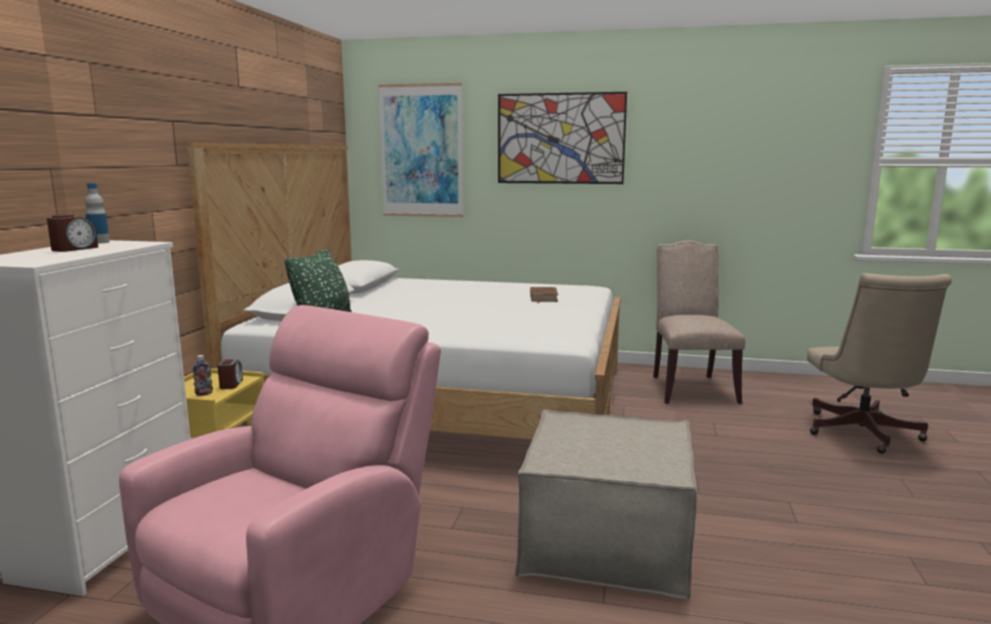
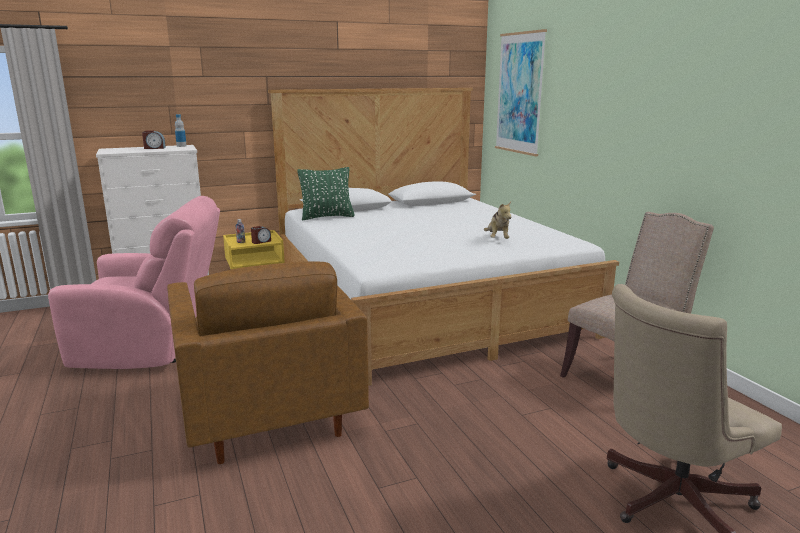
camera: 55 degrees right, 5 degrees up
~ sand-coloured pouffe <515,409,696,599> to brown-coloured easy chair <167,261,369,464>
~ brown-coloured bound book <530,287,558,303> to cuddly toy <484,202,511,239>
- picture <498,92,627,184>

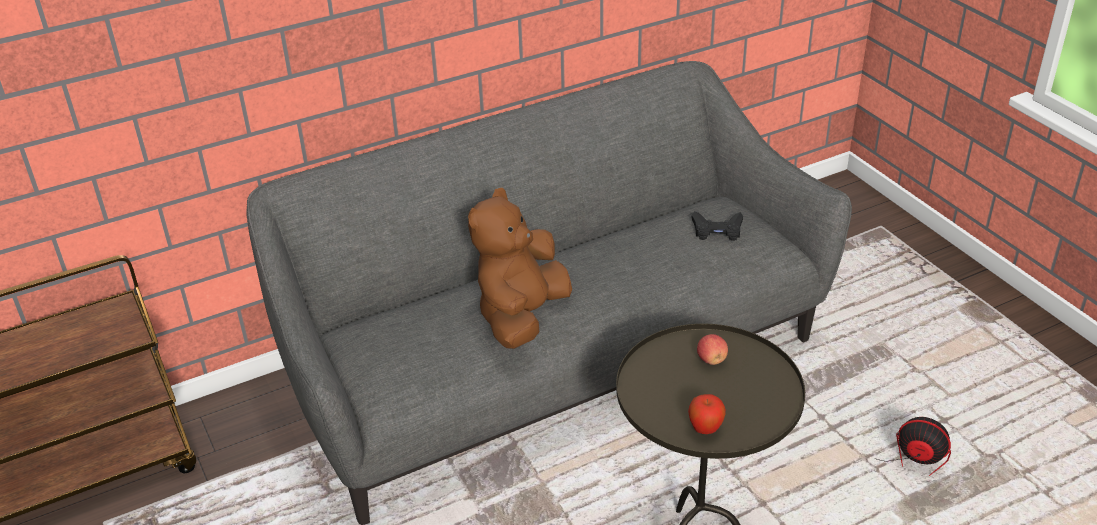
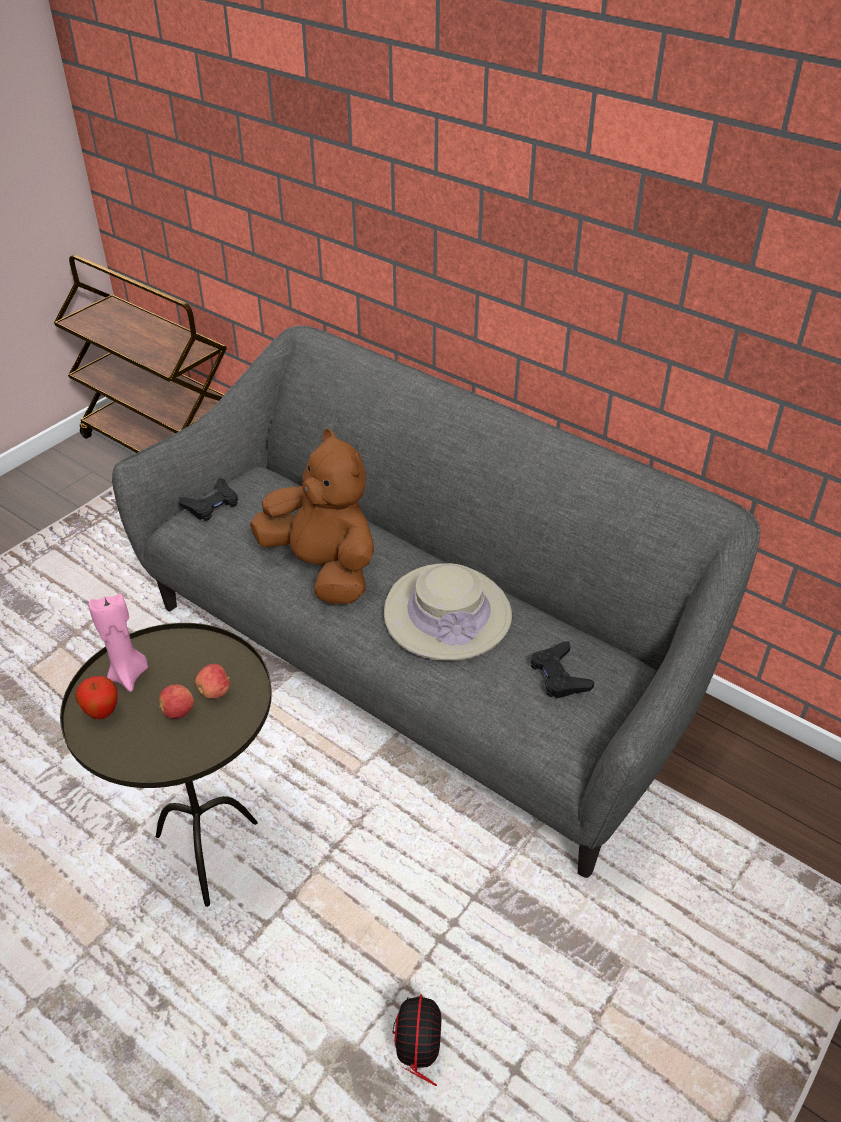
camera: 65 degrees right, 5 degrees up
+ pink-coloured wax candle <89,594,148,692>
+ apple <159,685,194,719>
+ black game controller <179,478,238,521>
~ brown-coloured cuddly toy <468,188,572,349> = <250,429,374,604> 45 degrees clockwise
+ sand-coloured hat <384,563,512,661>

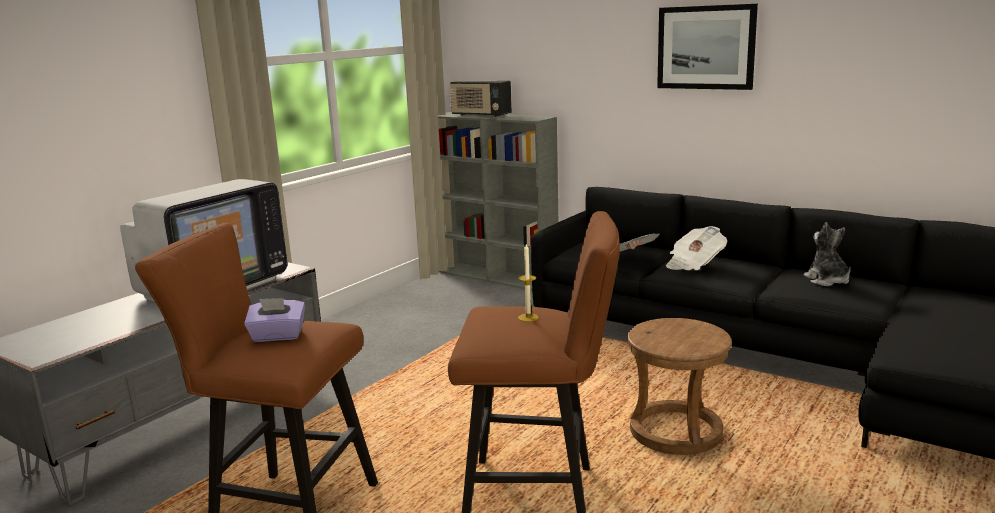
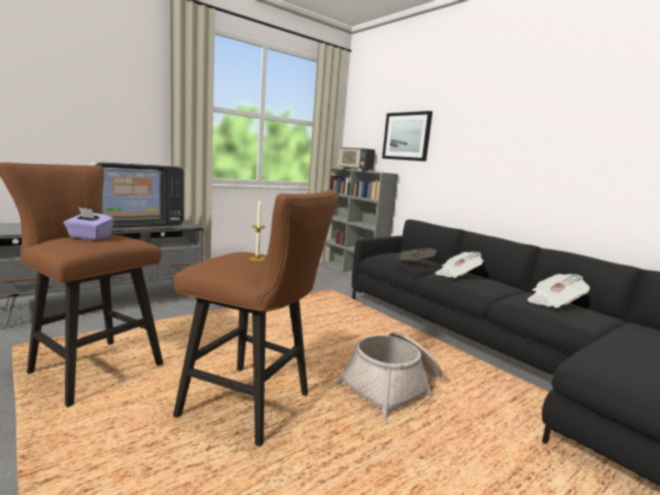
camera: 15 degrees right, 5 degrees down
~ brown-coloured stool <627,318,732,455> to storage basket <336,332,442,420>
~ picture <657,4,758,90> to <382,111,433,161>
~ cuddly toy <803,222,851,286> to newspaper <527,274,590,308>

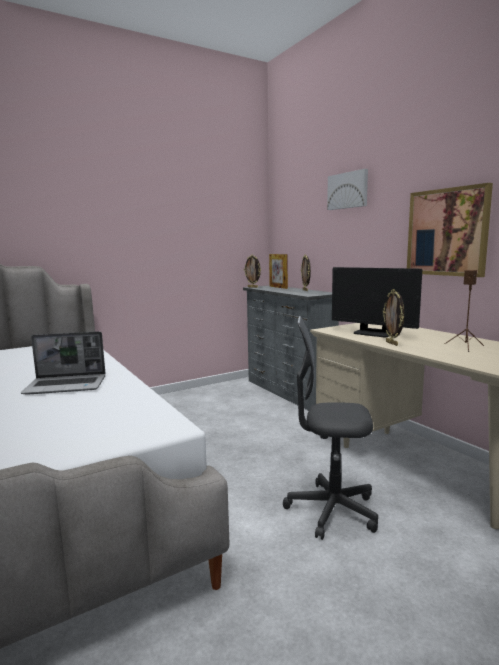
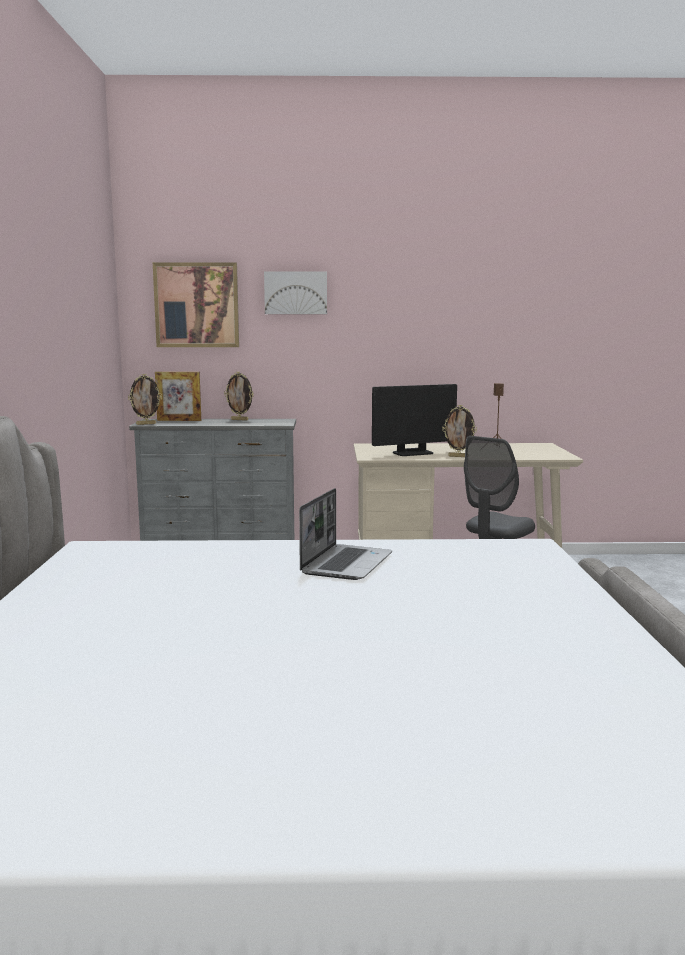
camera: 60 degrees left, 0 degrees up
~ picture <407,183,493,277> to <153,262,239,347>

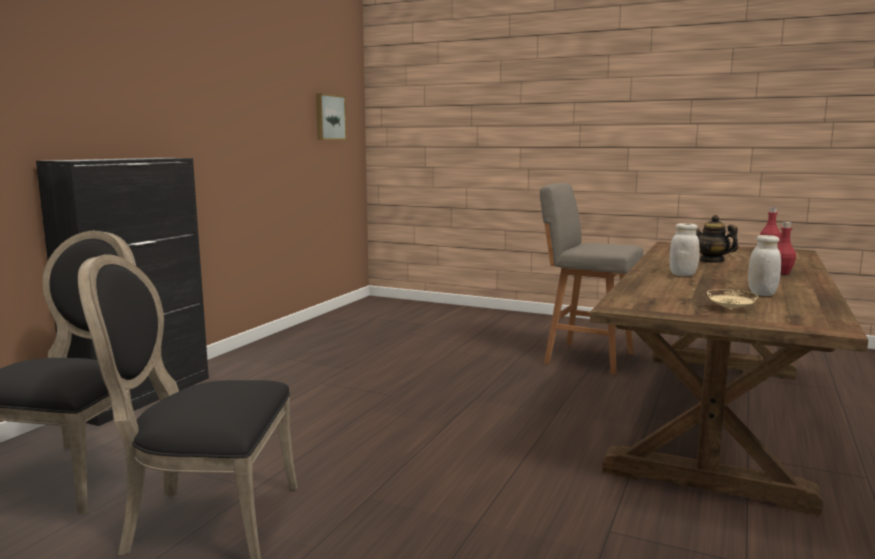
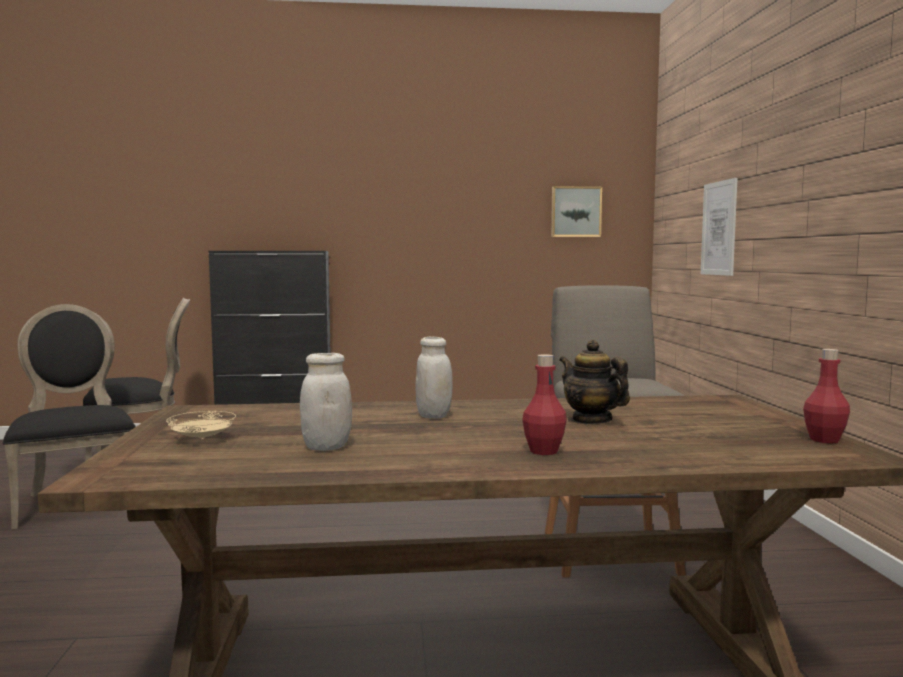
camera: 60 degrees right, 5 degrees down
~ tea pot <696,215,739,263> = <559,340,630,425> 60 degrees counterclockwise
+ picture <701,178,738,276>

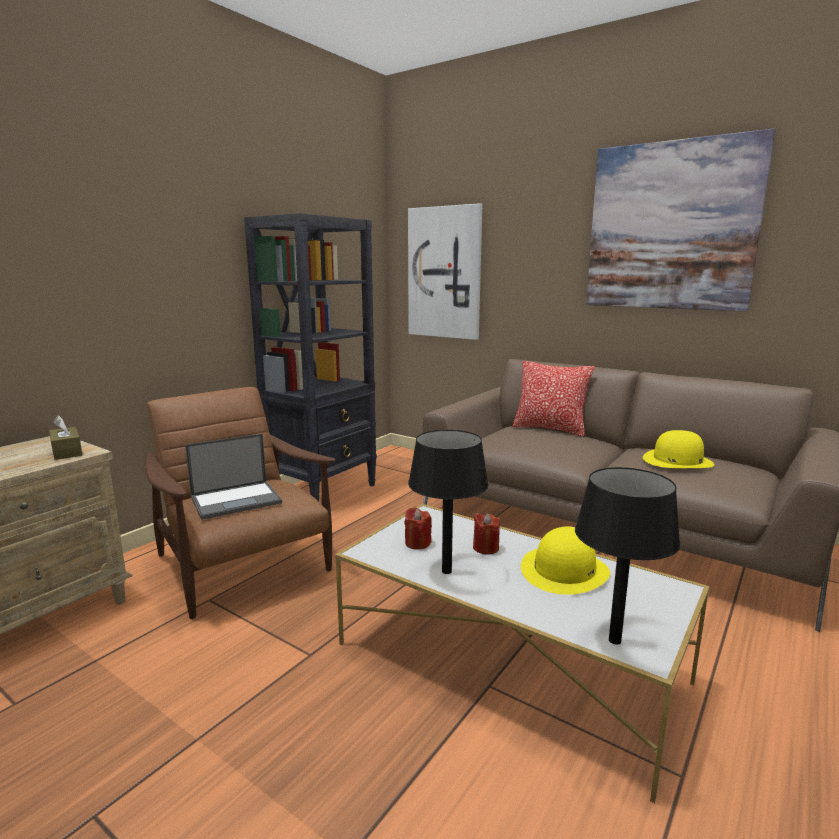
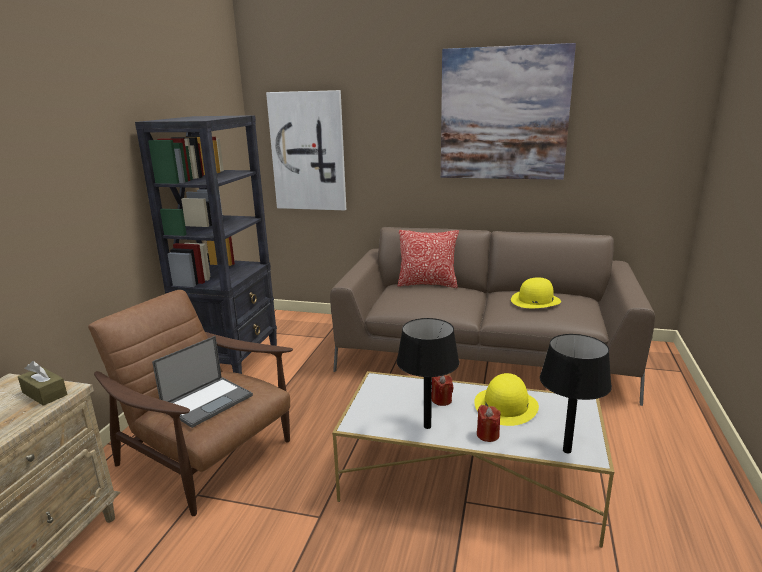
camera: 20 degrees left, 5 degrees up
~ reddish wax candle <404,507,432,550> to <477,405,500,442>

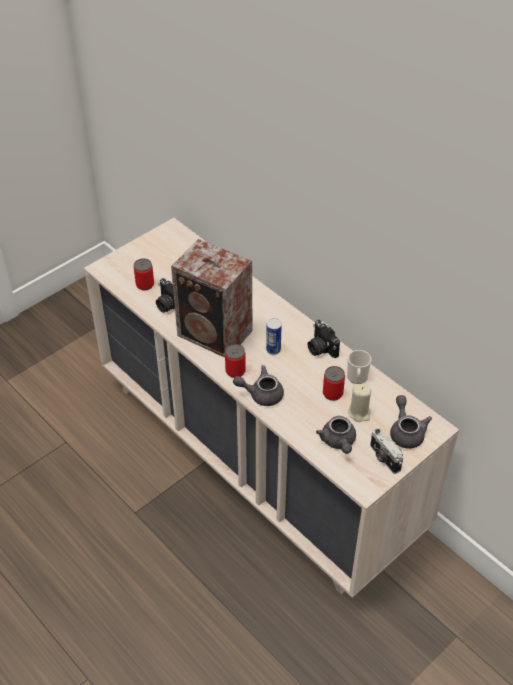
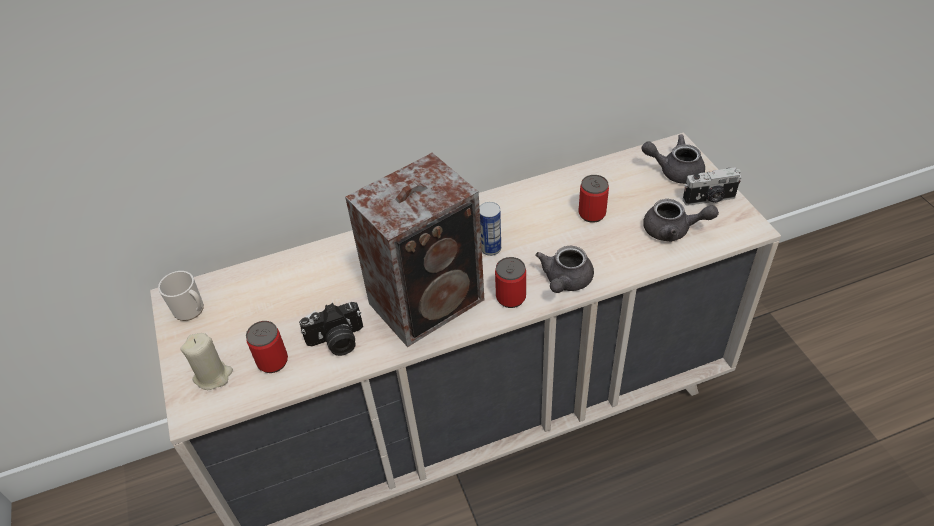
camera: 65 degrees left, 0 degrees up
~ mug <347,350,372,384> to <158,271,204,321>
~ sand-coloured wax candle <348,383,371,422> to <180,333,233,390>
- still camera <307,320,340,358>

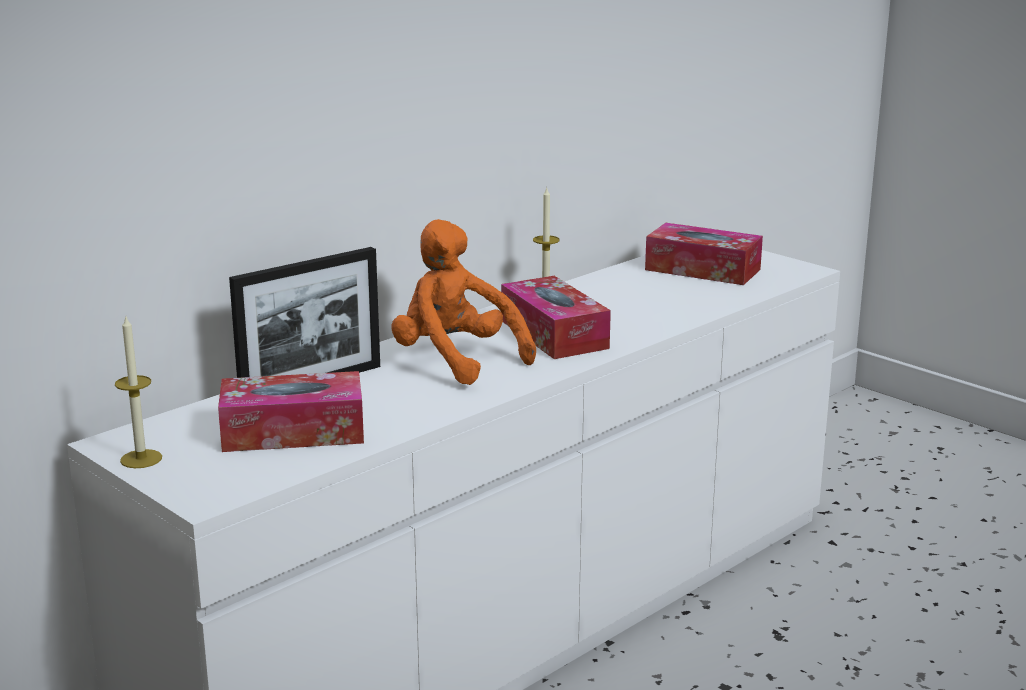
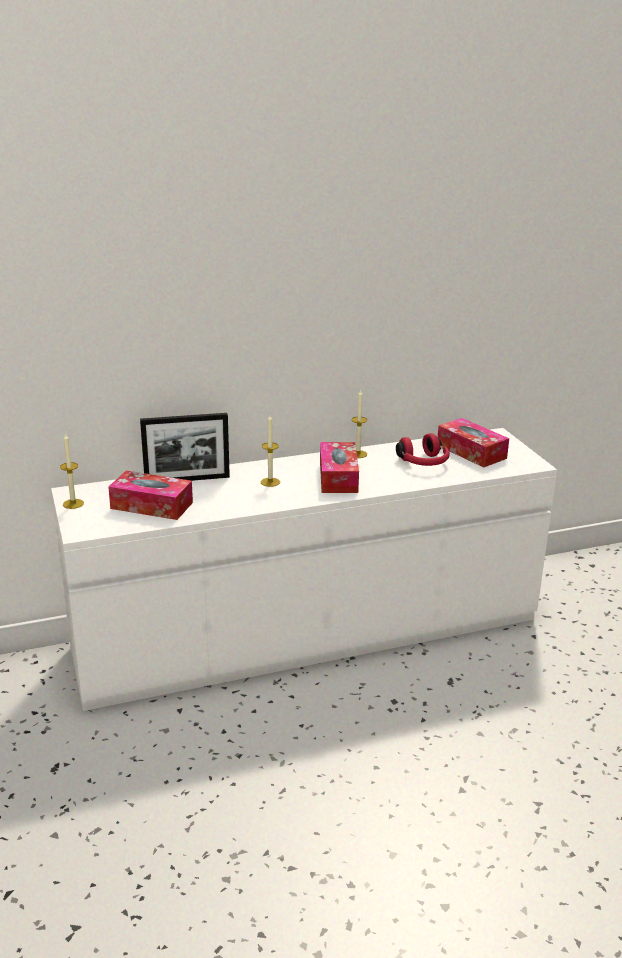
camera: 25 degrees right, 5 degrees up
~ orange-coloured cuddly toy <391,219,536,385> to wax candle <261,415,280,487>
+ reddish headset <396,433,450,466>

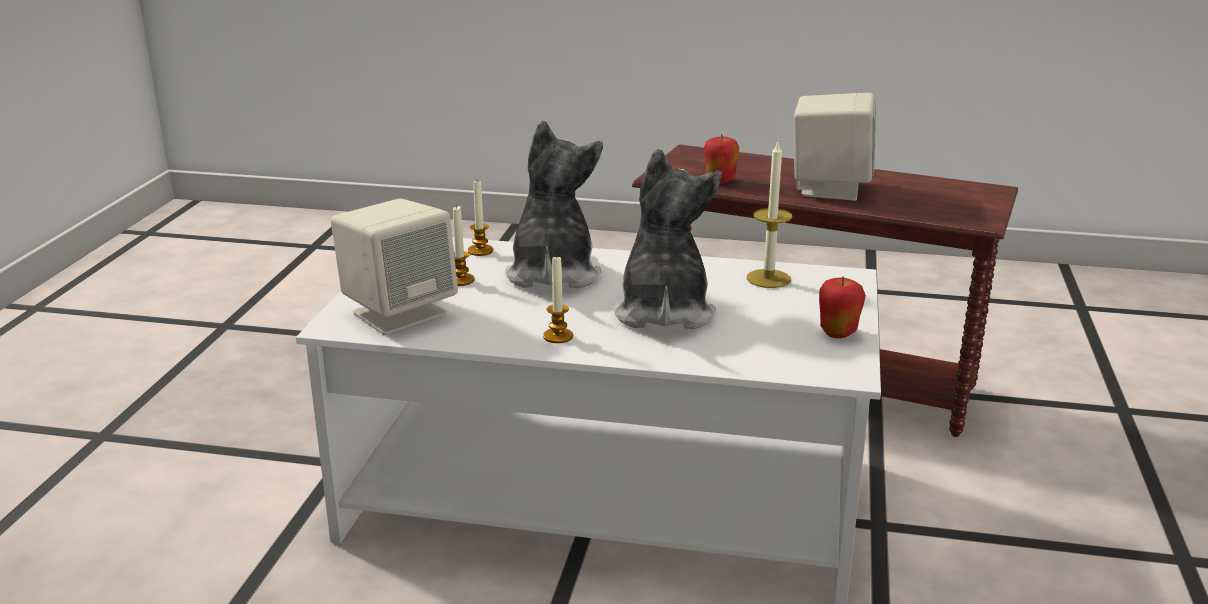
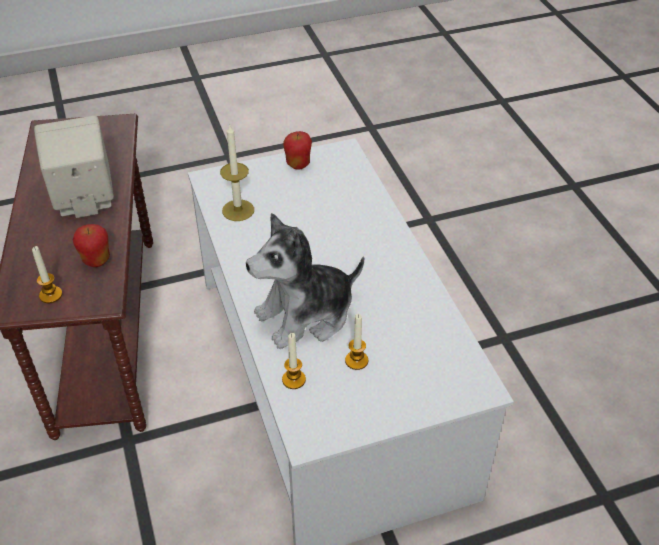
camera: 120 degrees left, 20 degrees up
~ wax candle <543,254,573,343> to <32,246,62,303>
- sand-coloured speaker <331,199,458,335>
- cuddly toy <612,149,722,329>

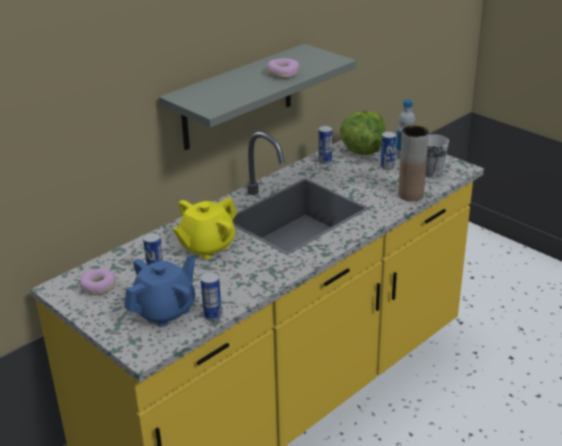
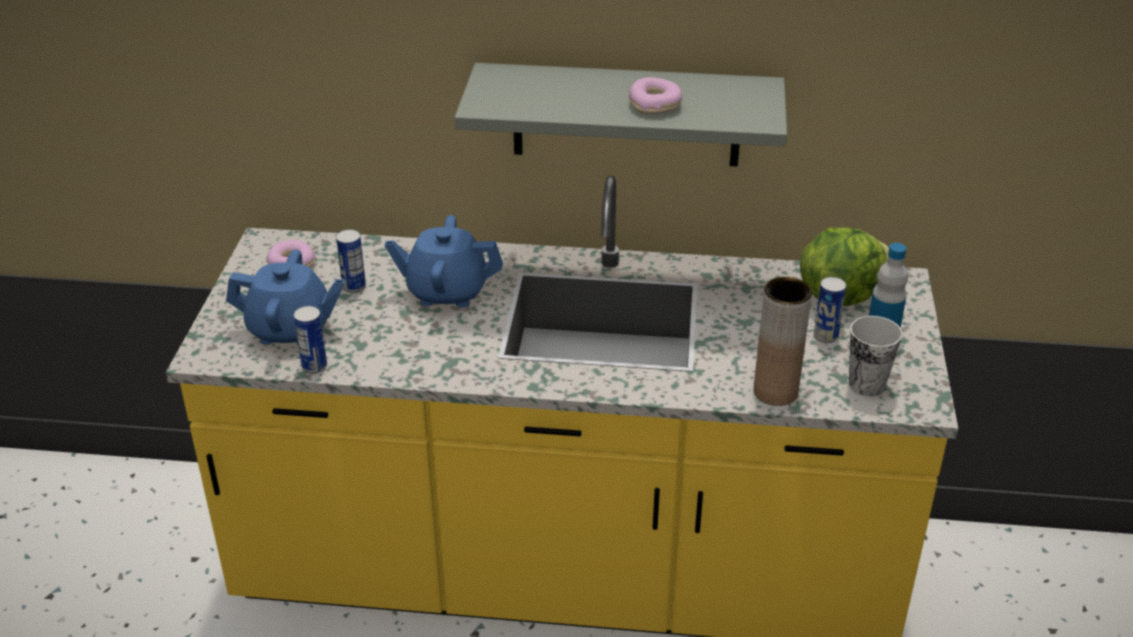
camera: 50 degrees right, 5 degrees up
~ yellow tea pot <173,197,237,259> to blue-coloured tea pot <385,215,503,308>
- sealed can <318,126,332,164>

